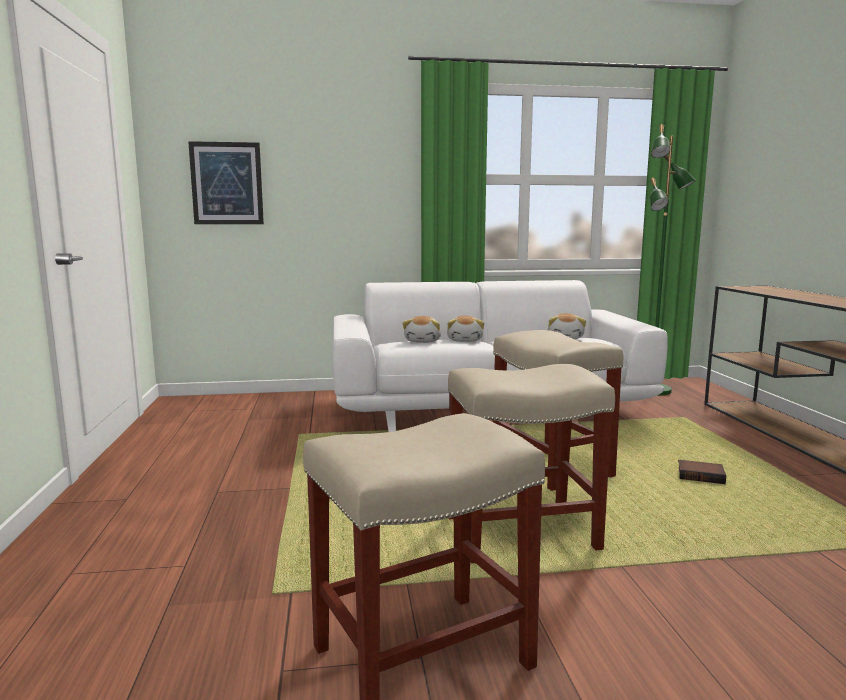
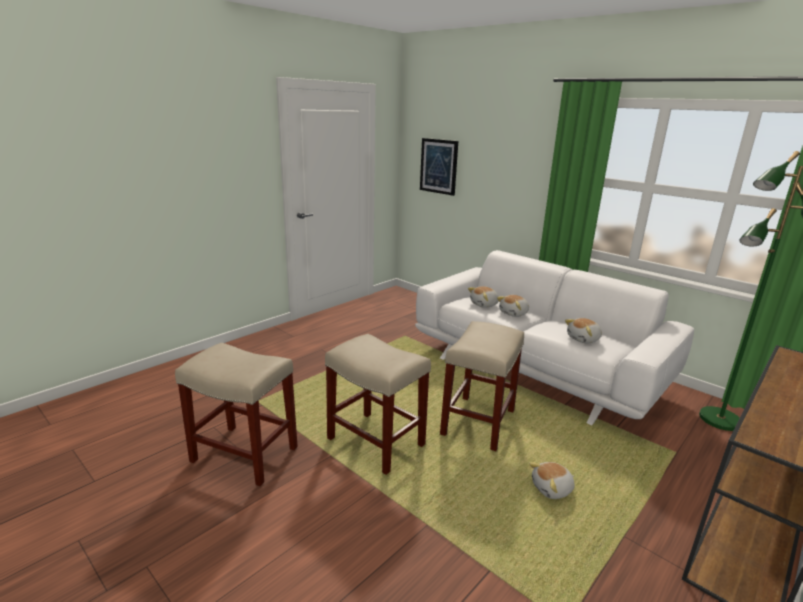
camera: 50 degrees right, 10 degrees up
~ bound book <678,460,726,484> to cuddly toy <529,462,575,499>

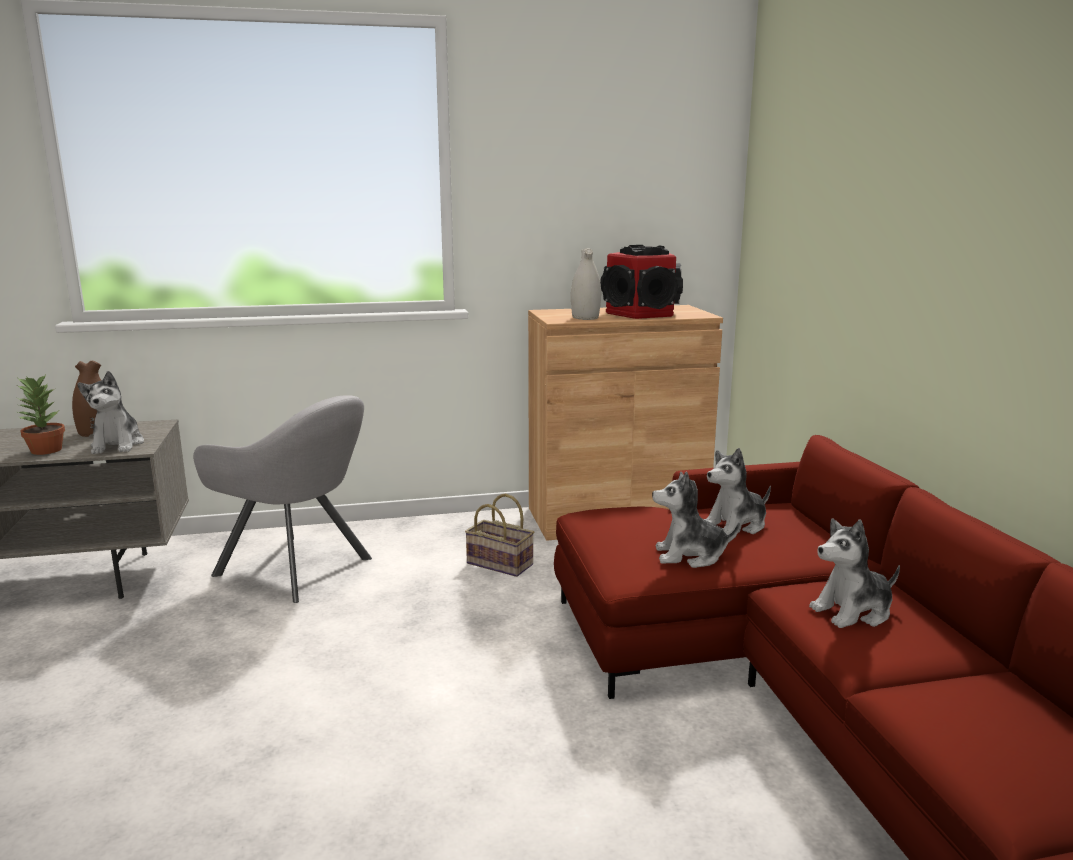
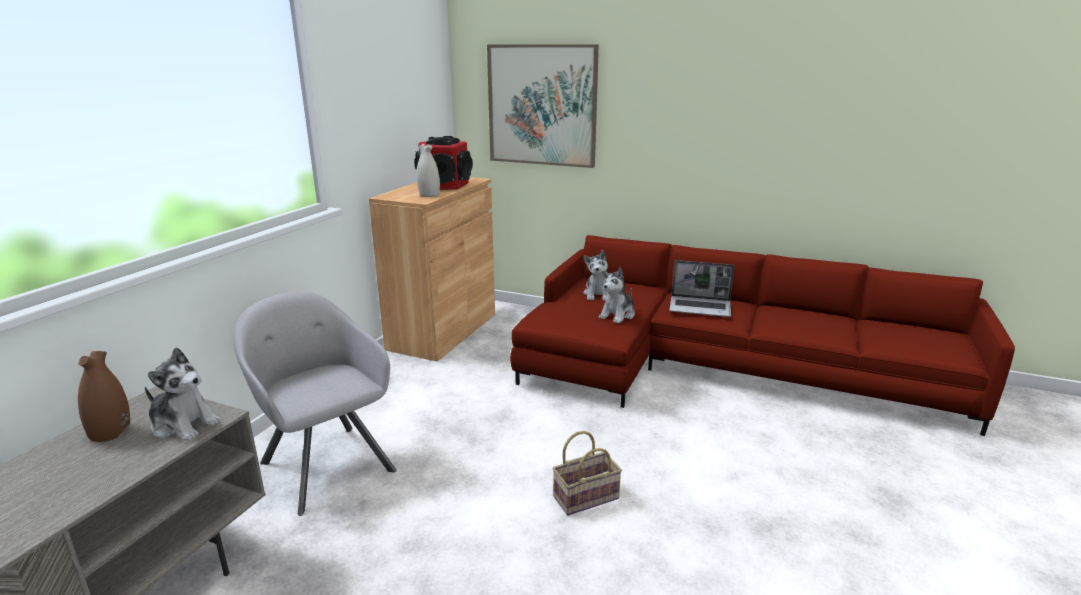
camera: 55 degrees left, 5 degrees up
~ gray easy chair <193,395,372,603> = <234,292,397,516> 105 degrees counterclockwise
+ picture <487,44,599,168>
~ storage basket <465,494,534,577> to <552,431,622,515>
~ cuddly toy <809,518,900,628> to portable computer <669,260,734,317>
- potted plant <17,375,65,455>

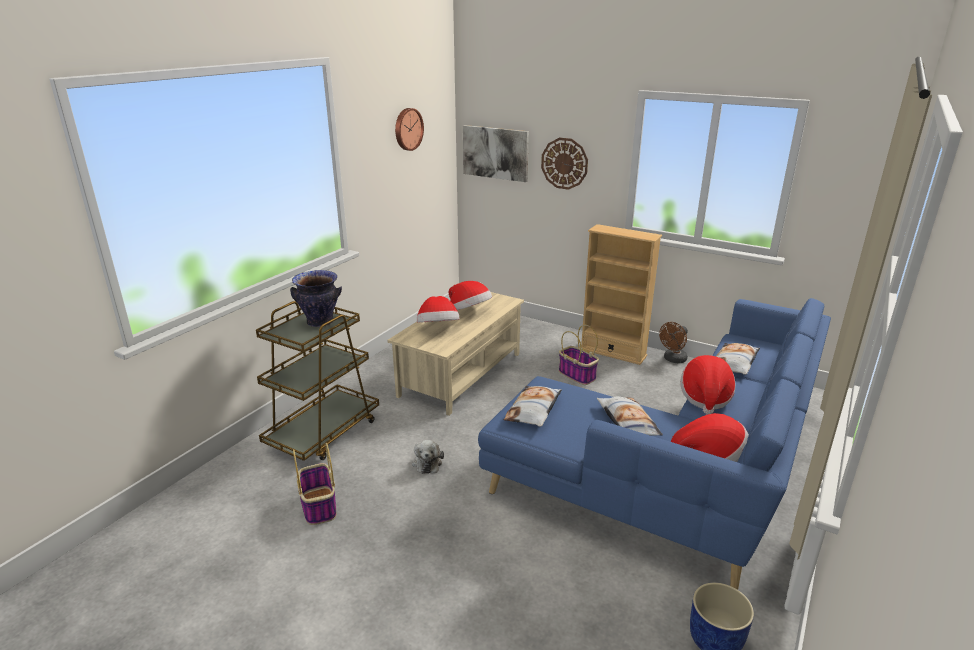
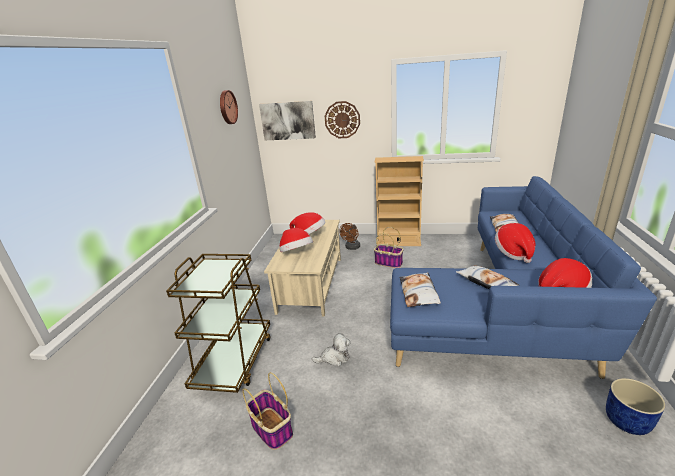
camera: 20 degrees left, 0 degrees up
~ cuddly toy <412,440,444,474> = <312,333,350,367> 75 degrees counterclockwise
~ brown-coloured electric fan <659,322,688,363> to <339,223,360,250>
- decorative vase <290,270,342,327>

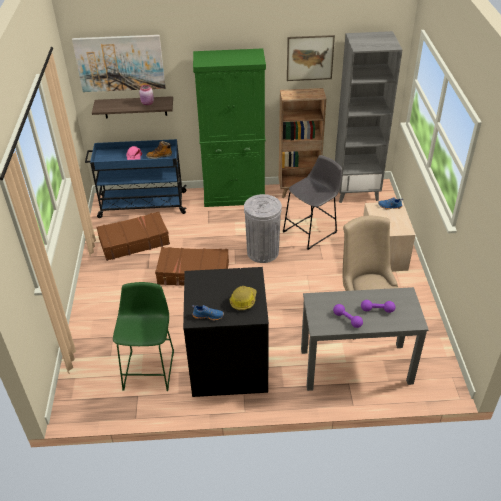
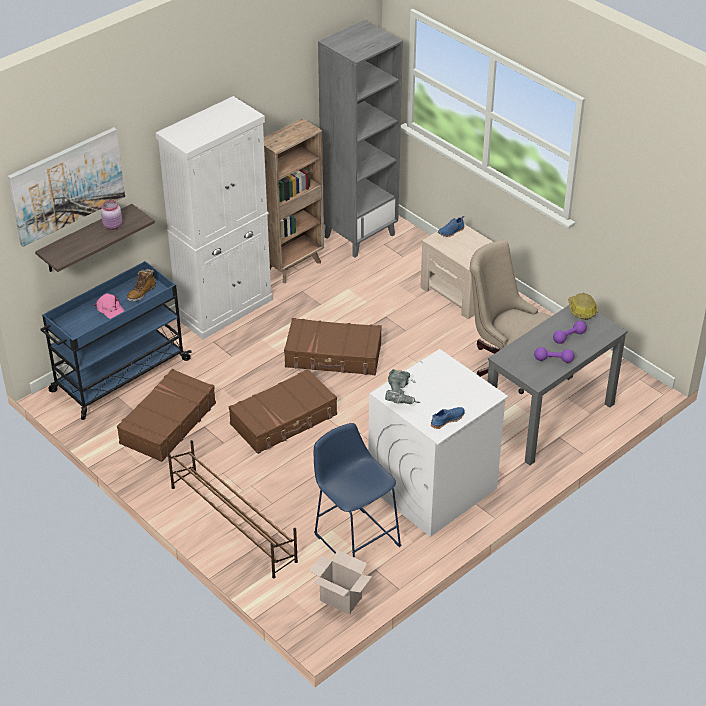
camera: 40 degrees left, 0 degrees up
~ green cupboard <193,48,266,207> to white cupboard <156,96,273,339>
+ brown-coloured shoe shelf <168,440,298,578>
~ gray waste bin <244,194,282,263> to brown-coloured piece of luggage <284,318,382,375>
+ carton <309,550,372,614>
~ green stool <113,282,174,391> to blue-coloured stool <314,423,402,558>
~ black laundry machine <183,267,269,397> to white laundry machine <368,349,508,537>
+ power drill <385,369,421,404>
~ hard hat <230,286,257,311> to <568,293,598,320>
- gray stool <283,155,342,250>
- picture <287,35,335,81>

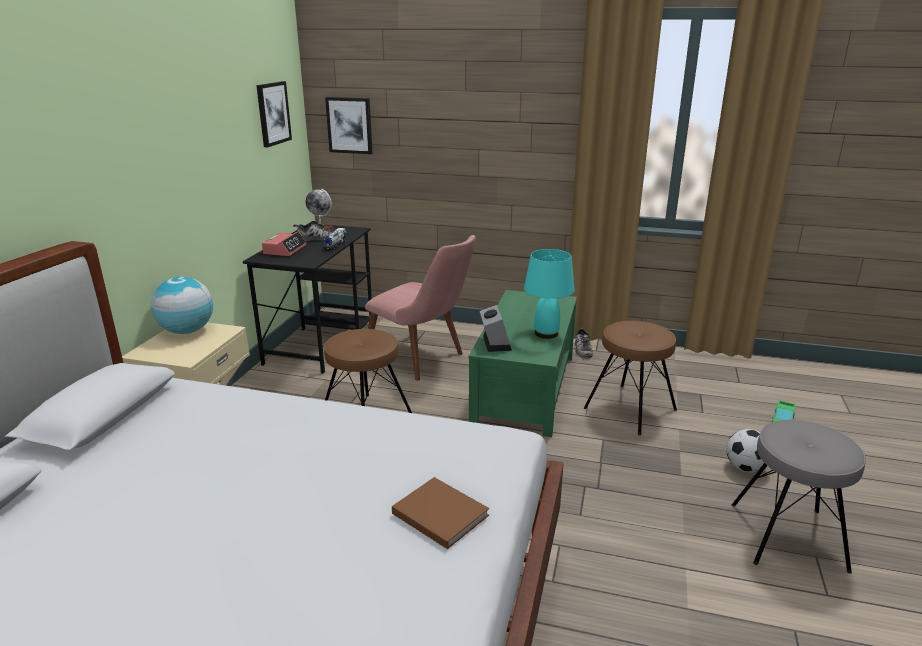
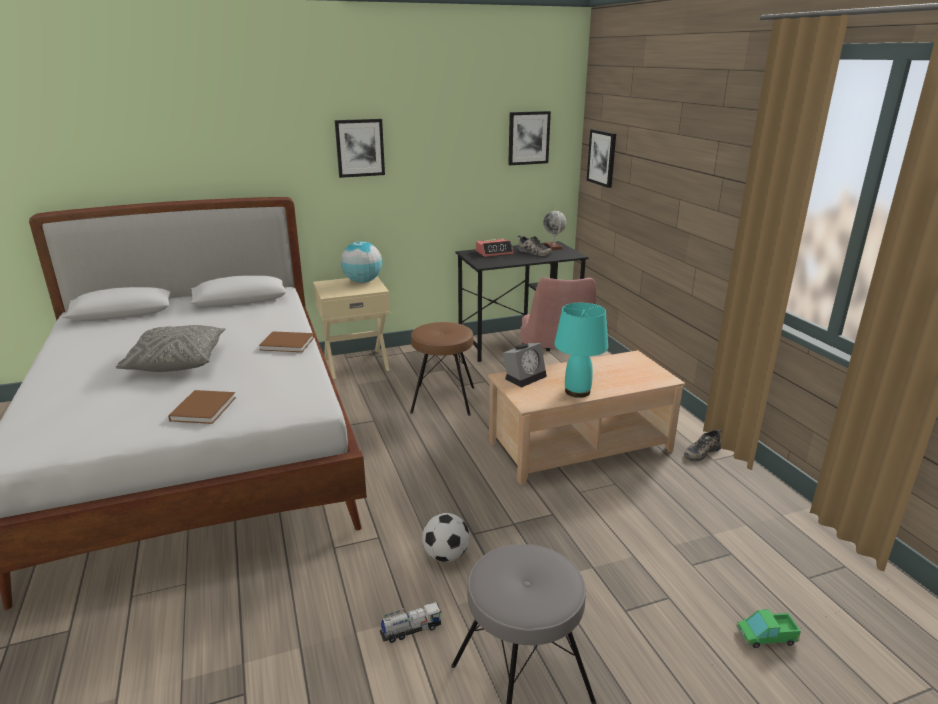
camera: 55 degrees right, 0 degrees up
+ gray cushion <116,325,225,372>
+ brown-coloured bound book <259,331,314,352>
+ picture <335,119,385,178>
~ toy truck <324,228,347,250> to <380,602,442,643>
~ football ball <726,429,764,472> to <422,513,470,562>
~ green coffee table <469,290,577,437> to sand-coloured coffee table <488,350,685,485>
- brown-coloured stool <584,321,677,435>

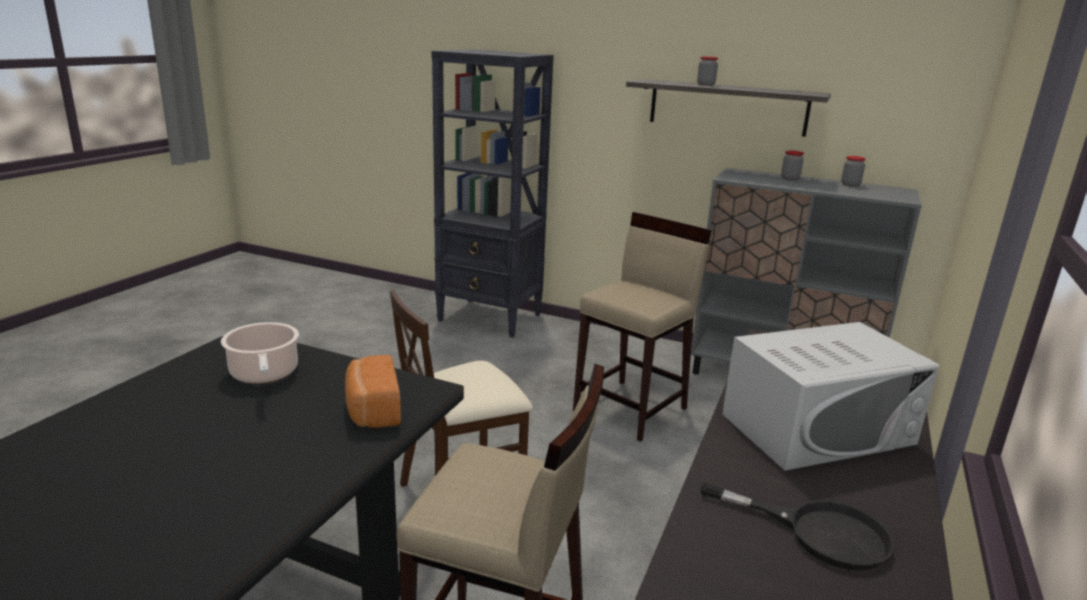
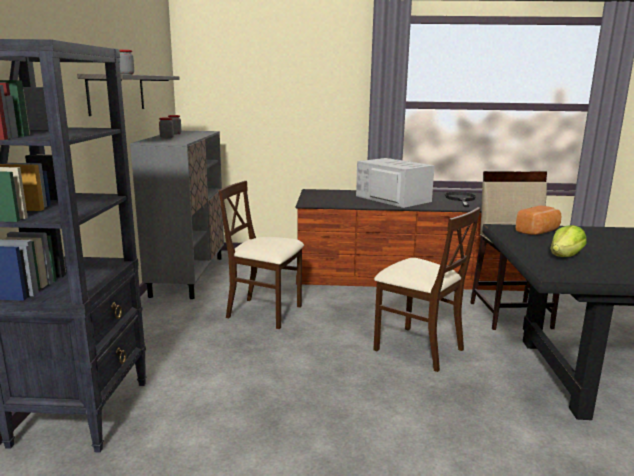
camera: 110 degrees left, 5 degrees down
~ sand-coloured stool <573,212,712,442> to sand-coloured plain chair <219,181,304,329>
~ stockpot <221,322,299,383> to lettuce head <550,225,587,257>

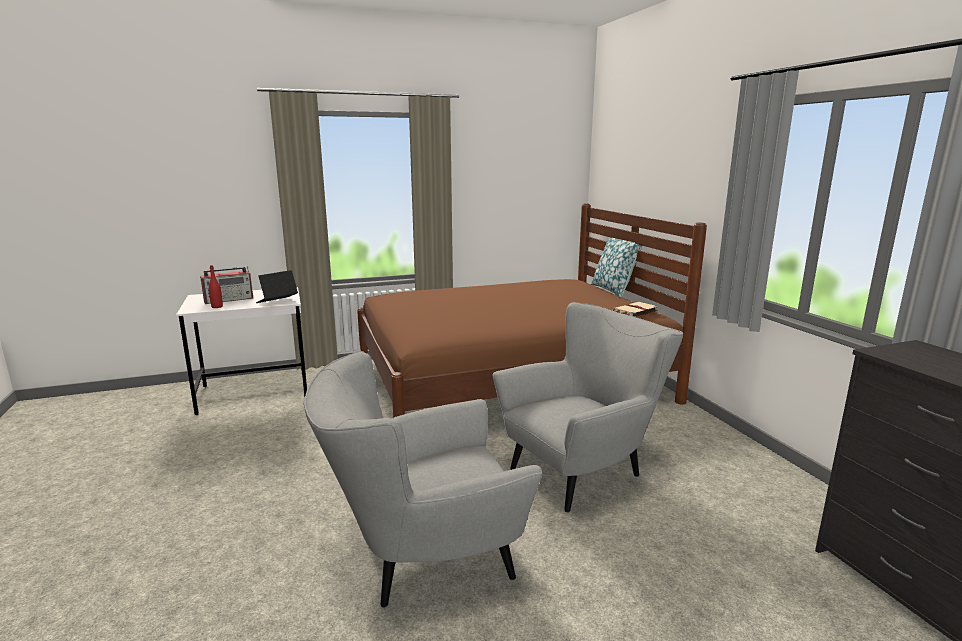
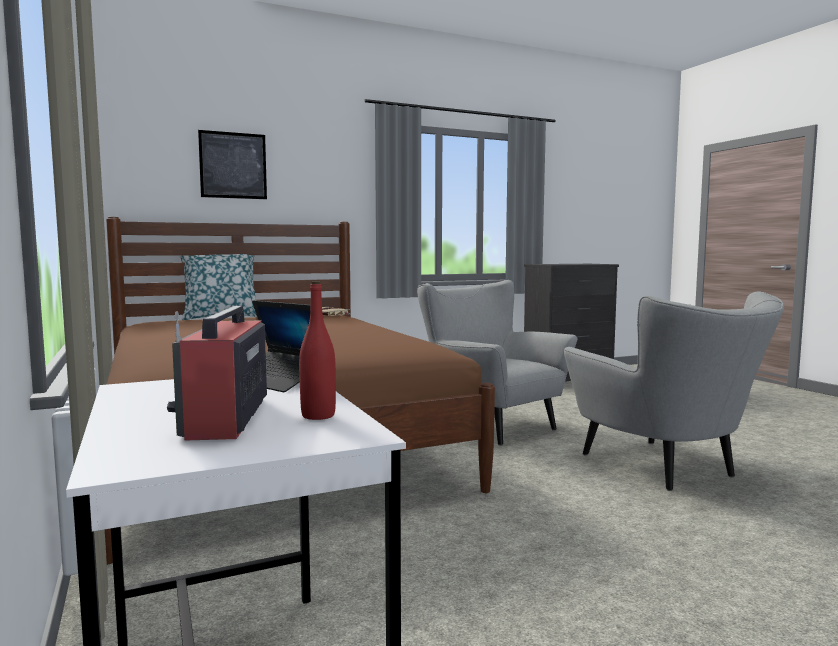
camera: 95 degrees left, 10 degrees down
~ radio receiver <200,266,254,304> = <167,306,267,441> 150 degrees counterclockwise
+ picture <198,130,267,199>

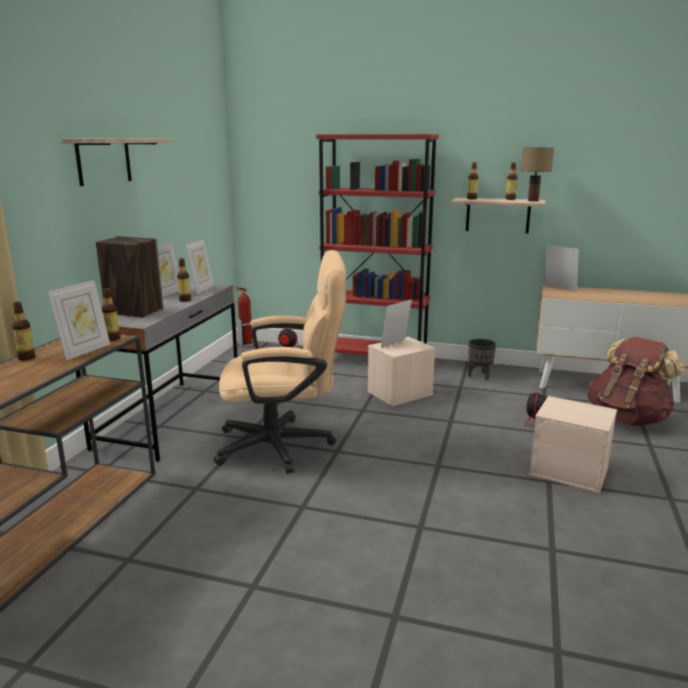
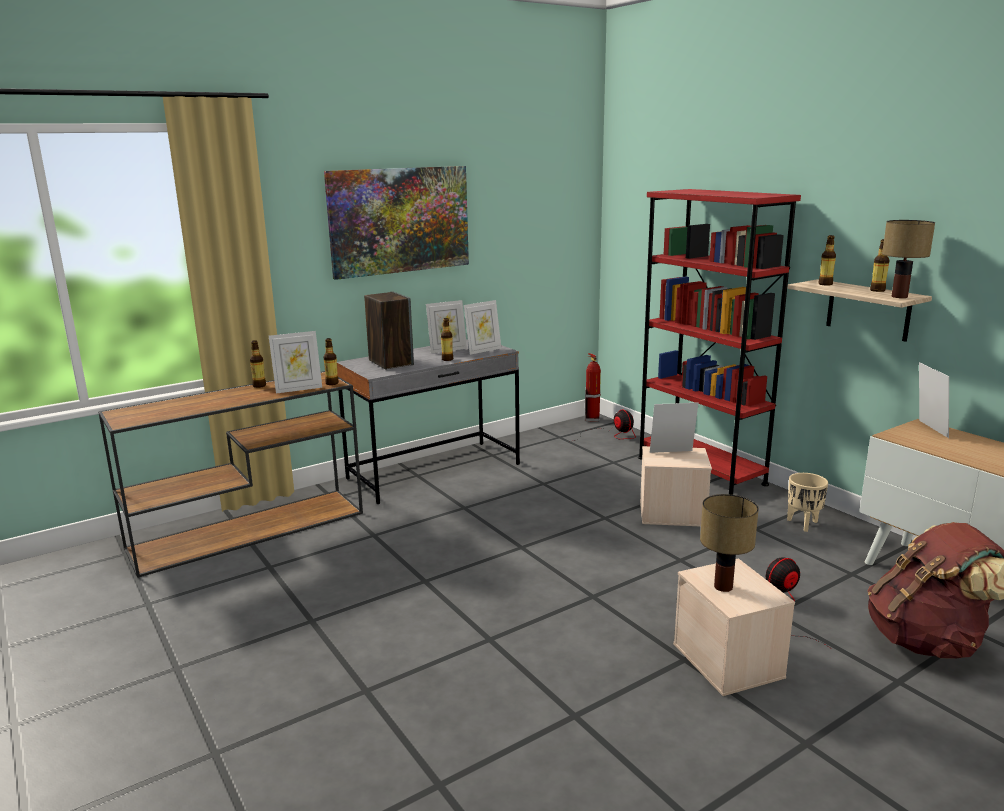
camera: 40 degrees right, 0 degrees up
~ shelf <62,139,173,186> to picture <324,166,469,280>
+ tabletop lamp <700,494,759,592>
~ black flower pot <468,339,496,380> to sand-coloured flower pot <787,473,828,532>
- sand-coloured desk chair <214,250,346,474>

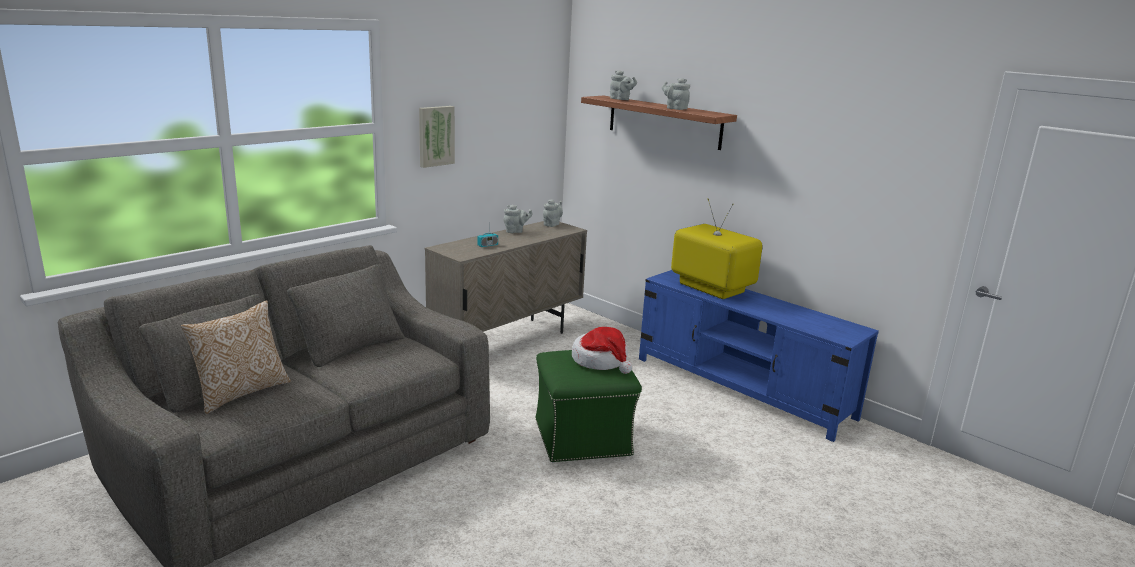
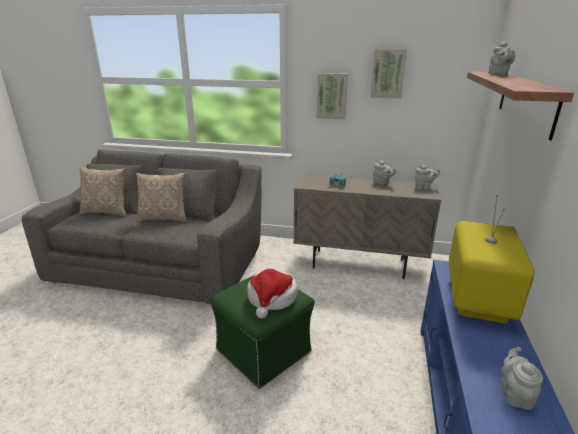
camera: 60 degrees right, 5 degrees up
+ cushion <136,173,187,222>
+ picture <370,49,407,98>
~ gray tea pot <662,78,690,110> to <500,347,543,410>

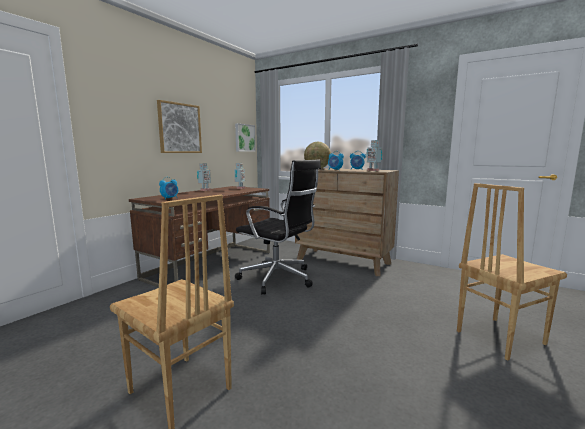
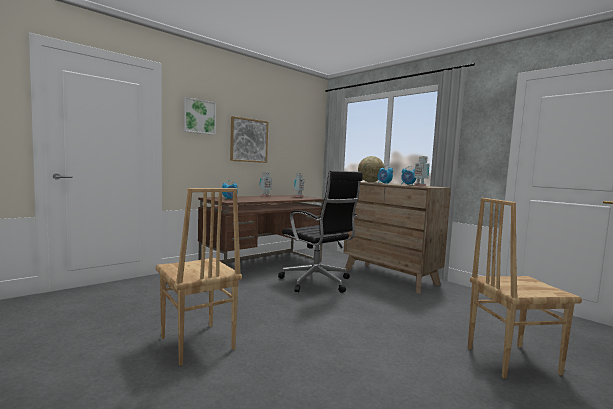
camera: 15 degrees right, 5 degrees down
~ picture <235,123,256,152> to <183,97,216,135>

